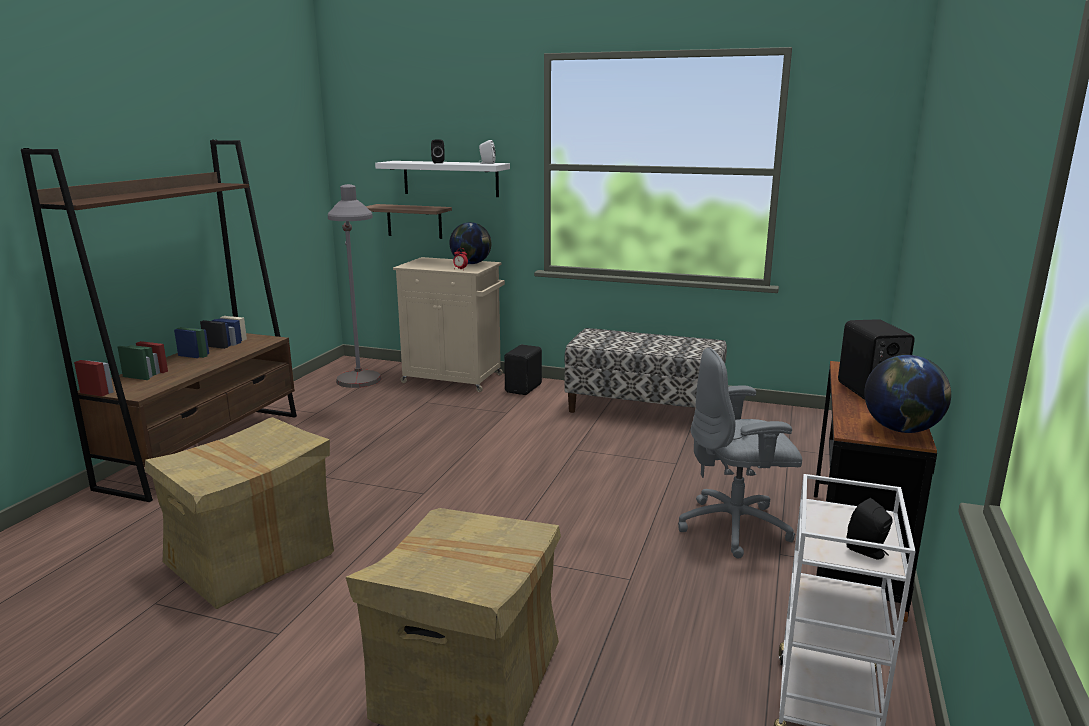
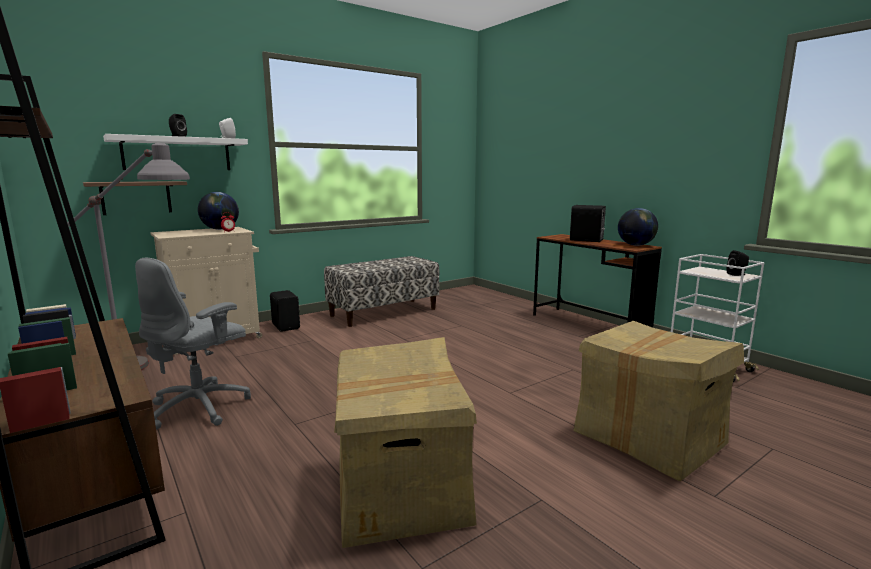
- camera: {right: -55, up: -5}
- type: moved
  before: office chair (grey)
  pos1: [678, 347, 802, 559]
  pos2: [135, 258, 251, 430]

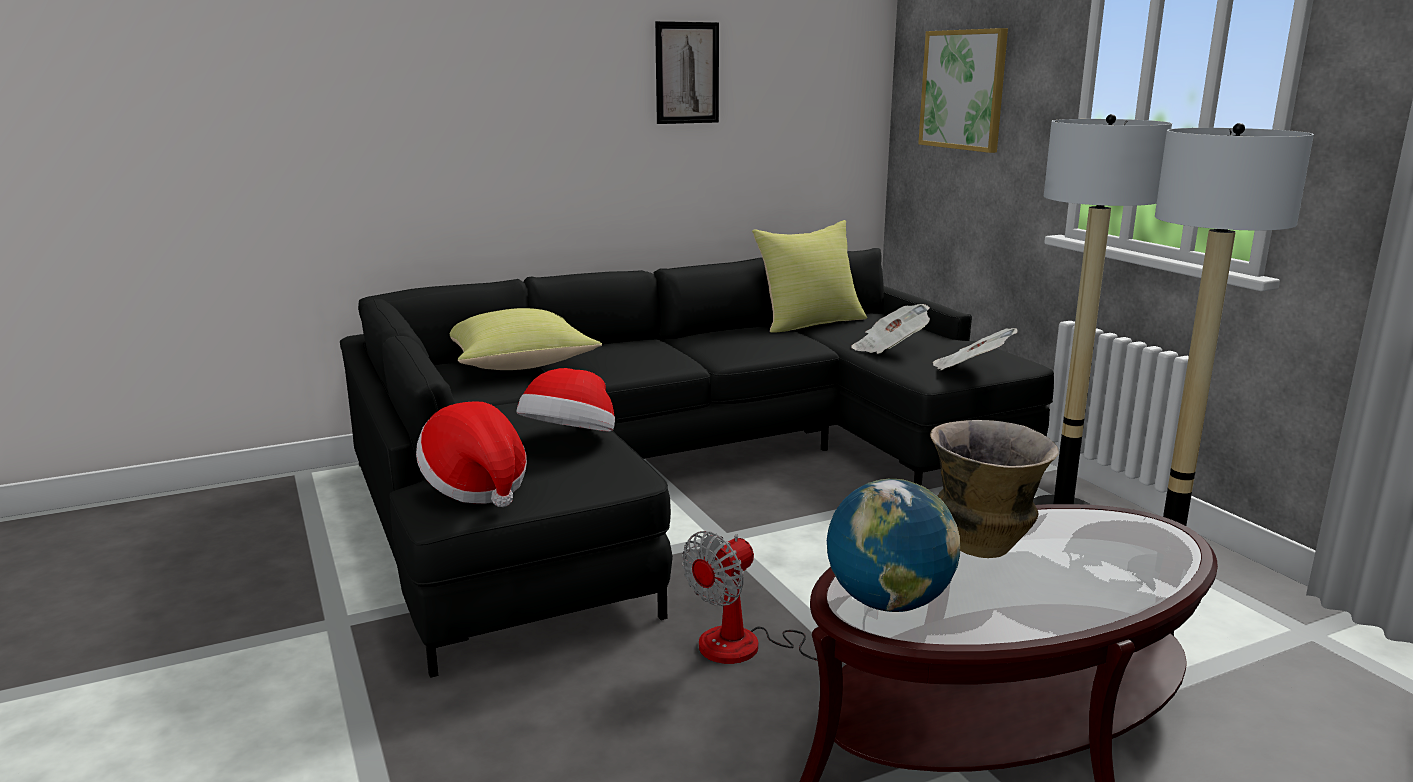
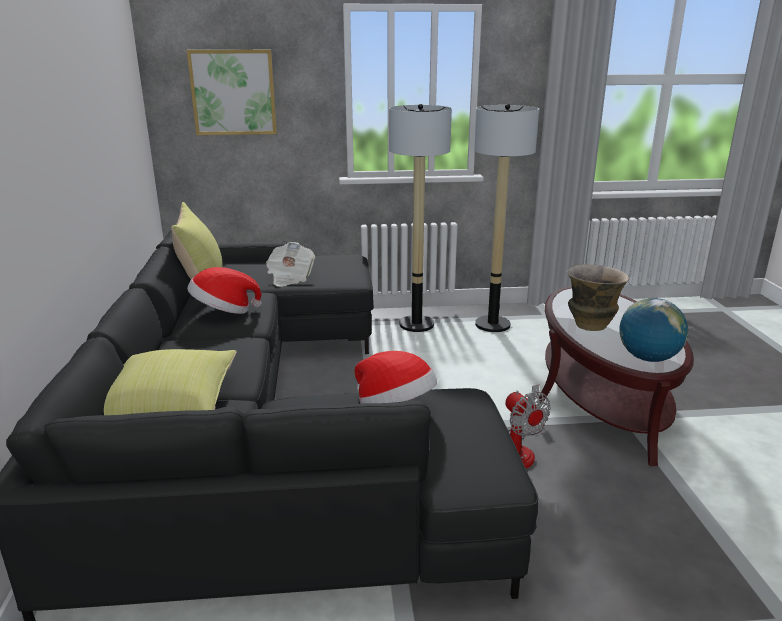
- camera: {right: -70, up: 5}
- type: moved
  before: hat
  pos1: [416, 401, 527, 507]
  pos2: [187, 267, 261, 314]
- type: removed
  before: picture
  pos1: [655, 21, 719, 124]
- type: removed
  before: newspaper
  pos1: [933, 328, 1018, 370]

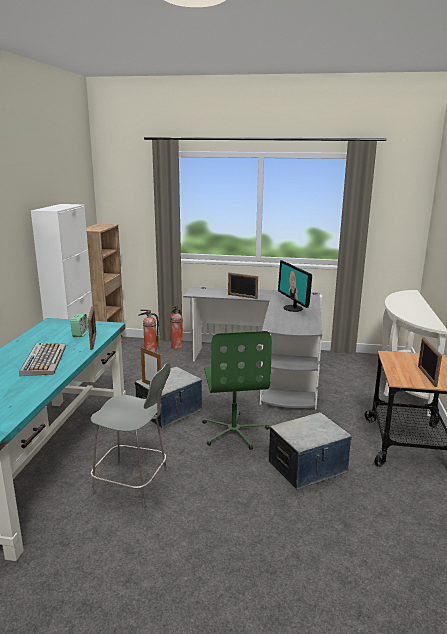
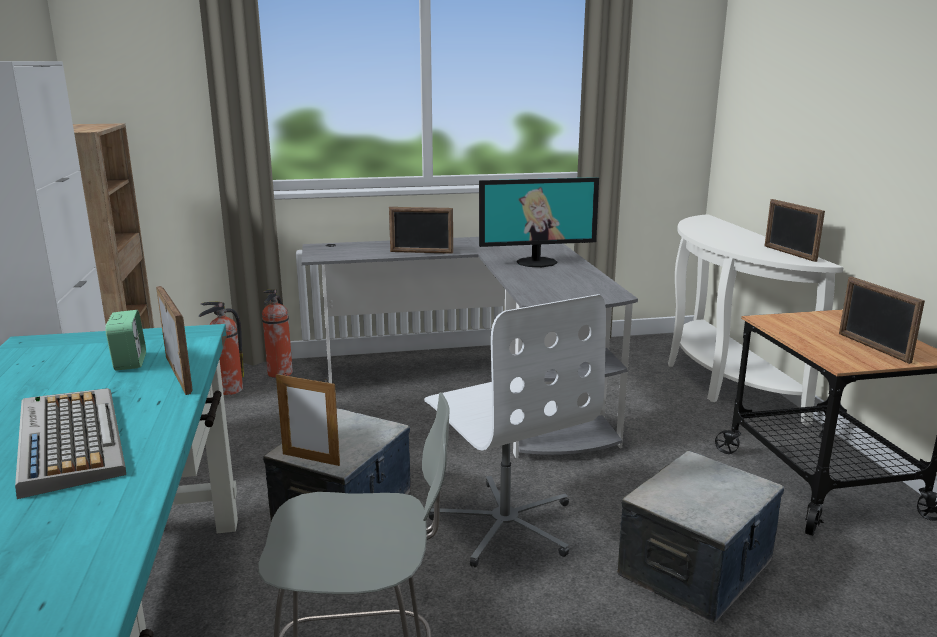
- camera: {right: -20, up: 0}
- type: recoloured
  before: office chair (green)
  after: office chair (white)
  pos1: [202, 331, 272, 450]
  pos2: [424, 294, 606, 567]
- type: turned
  before: monitor
  pos1: [278, 260, 312, 312]
  pos2: [479, 177, 599, 267]
  turn: -60
- type: added
  after: picture frame
  pos2: [765, 199, 825, 262]

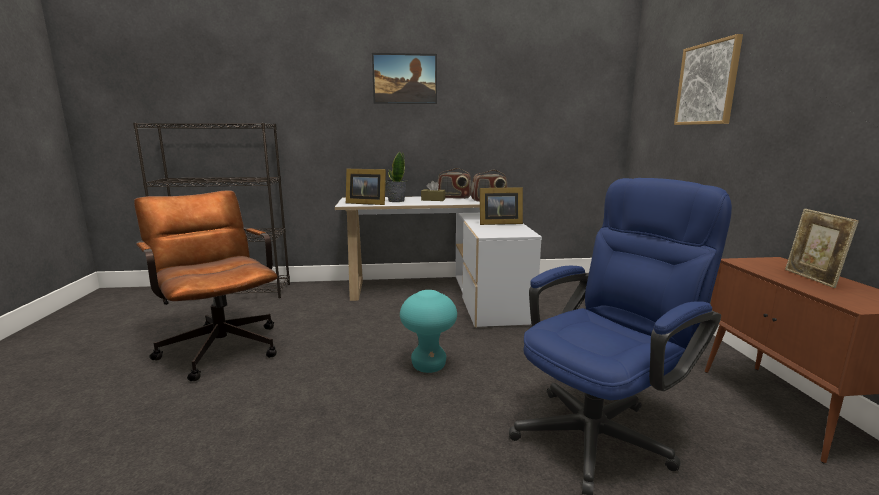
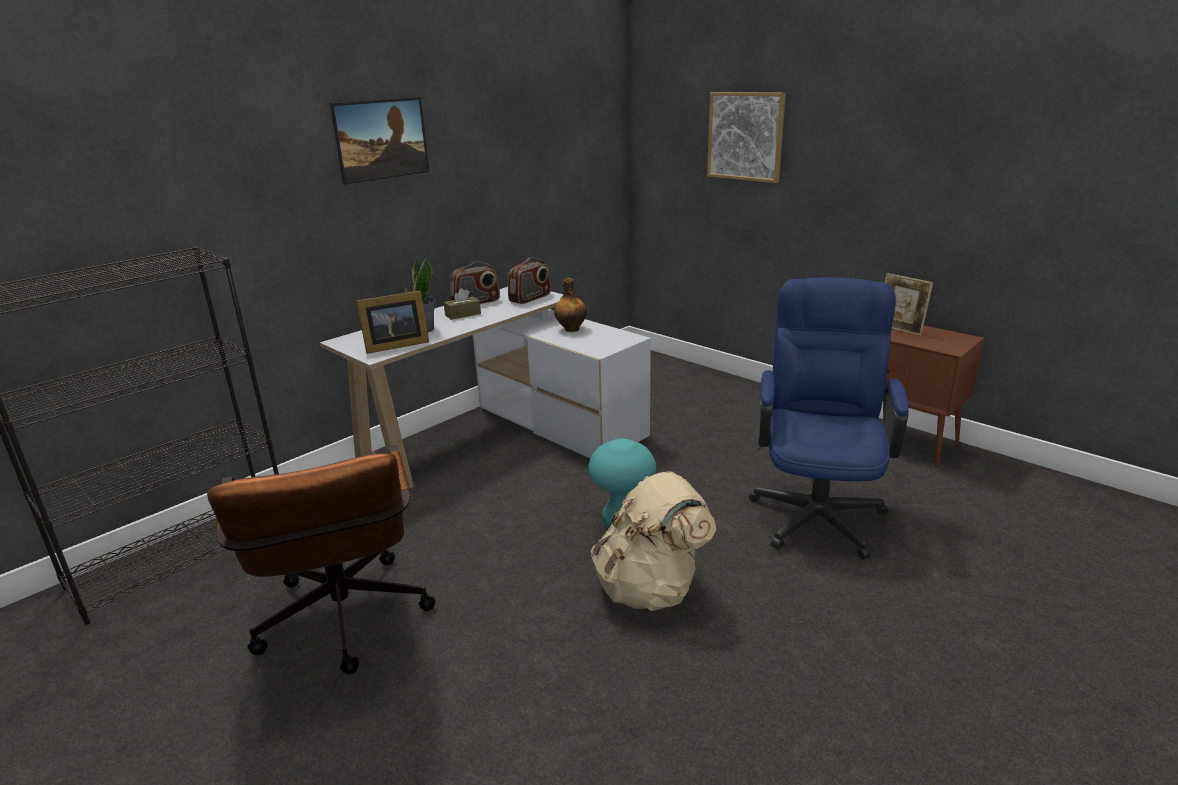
- camera: {right: -40, up: 10}
- type: turned
  before: office chair (brown)
  pos1: [134, 191, 278, 381]
  pos2: [207, 445, 436, 674]
  turn: -120
- type: replaced
  before: picture frame
  after: bottle
  pos1: [480, 187, 523, 225]
  pos2: [554, 278, 587, 332]
- type: added
  after: backpack (beige)
  pos2: [591, 471, 716, 611]

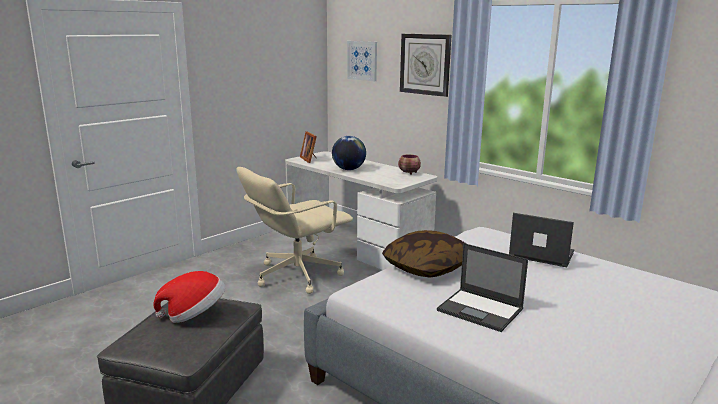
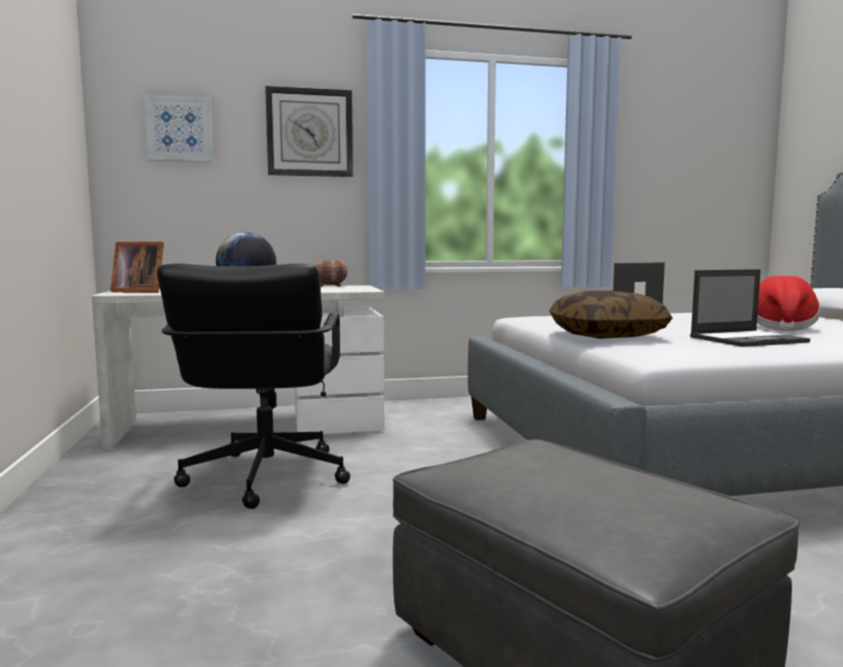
- camera: {right: -55, up: -10}
- type: moved
  before: hat
  pos1: [153, 271, 225, 323]
  pos2: [757, 276, 820, 331]
- type: recoloured
  before: office chair (beige)
  after: office chair (black)
  pos1: [237, 167, 353, 294]
  pos2: [157, 263, 350, 509]

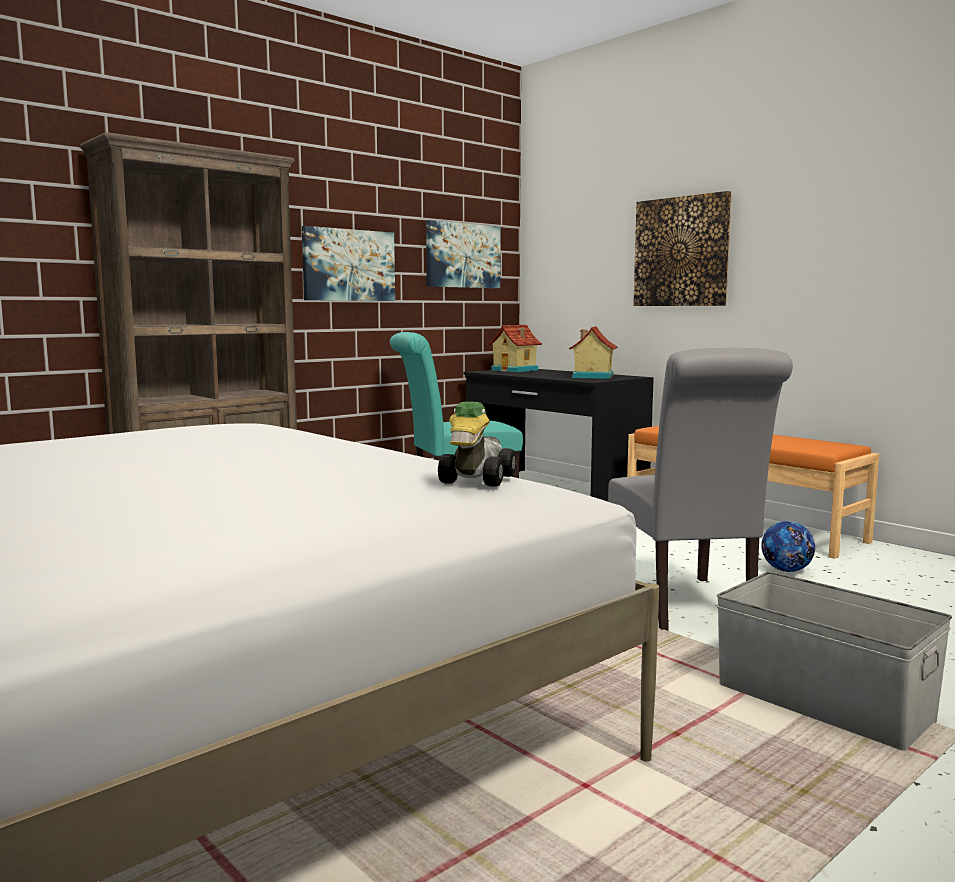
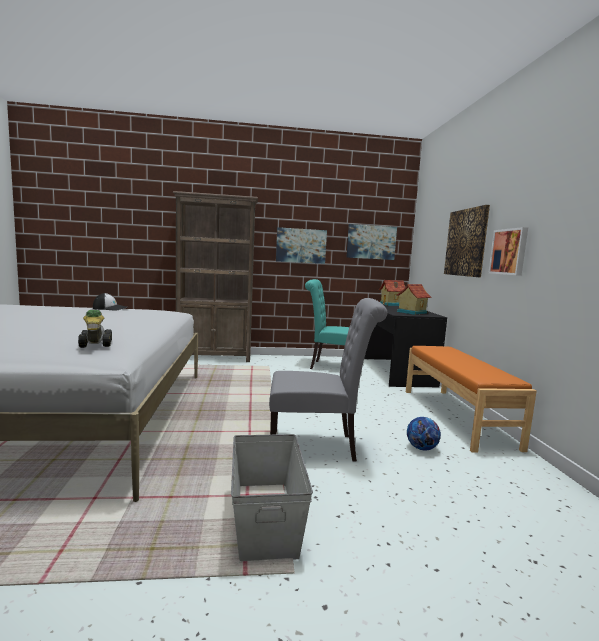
- camera: {right: 35, up: 0}
- type: turned
  before: toy car
  pos1: [438, 401, 516, 487]
  pos2: [78, 310, 112, 348]
  turn: -75
- type: turned
  before: chair (grey)
  pos1: [608, 348, 793, 631]
  pos2: [269, 298, 387, 462]
  turn: -120
- type: added
  after: cap
  pos2: [93, 293, 127, 311]
- type: added
  after: picture
  pos2: [488, 227, 528, 276]

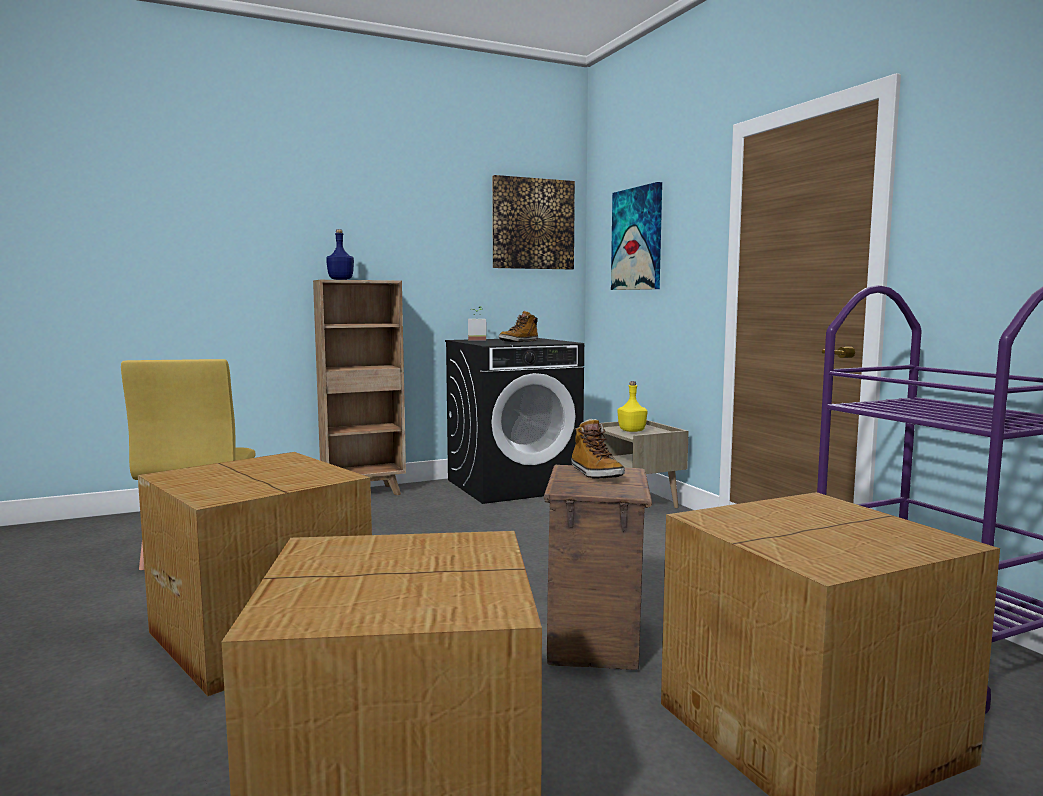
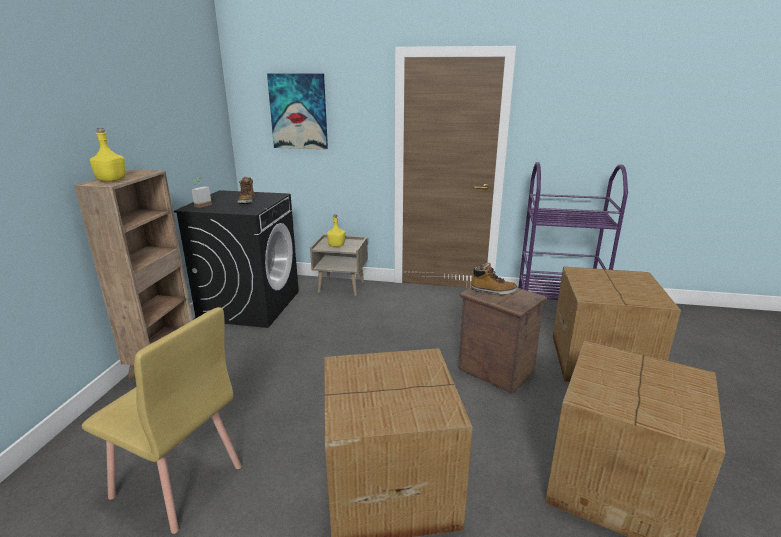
- camera: {right: -55, up: 15}
- type: recoloured
  before: bottle (blue)
  after: bottle (yellow)
  pos1: [326, 229, 354, 280]
  pos2: [89, 128, 126, 182]
- type: removed
  before: picture
  pos1: [492, 175, 575, 269]

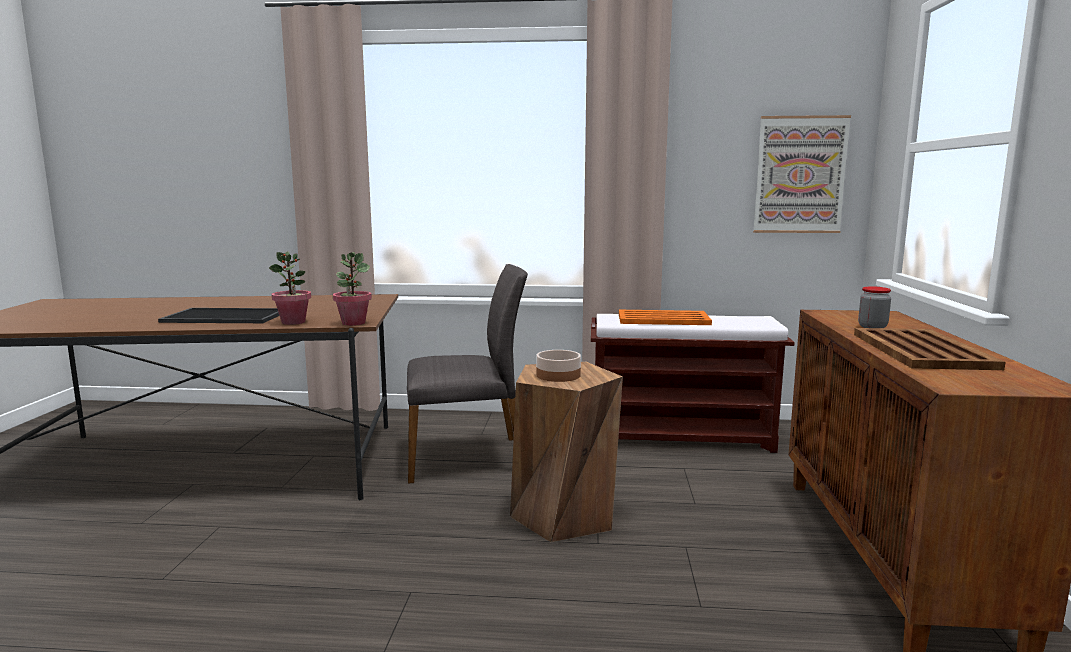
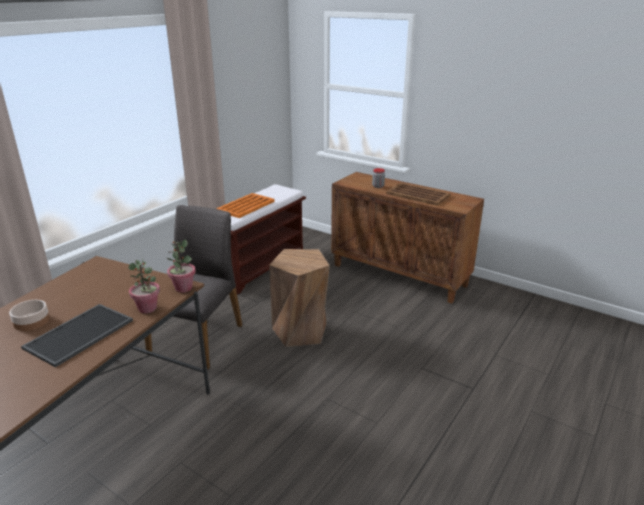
- camera: {right: -60, up: 15}
- type: moved
  before: bowl
  pos1: [536, 350, 581, 382]
  pos2: [9, 300, 50, 331]
- type: removed
  before: picture
  pos1: [753, 115, 851, 233]

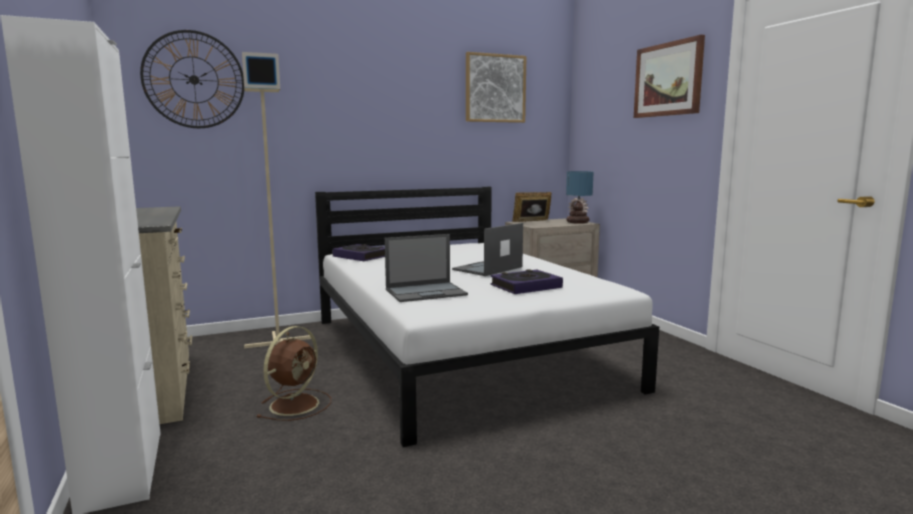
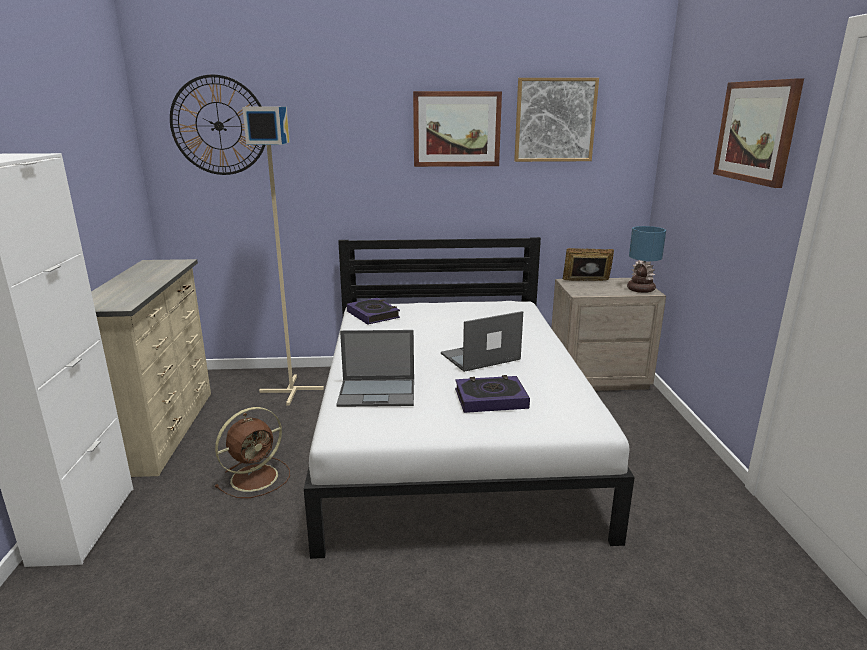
- camera: {right: 20, up: 10}
- type: added
  after: picture
  pos2: [413, 91, 502, 167]

